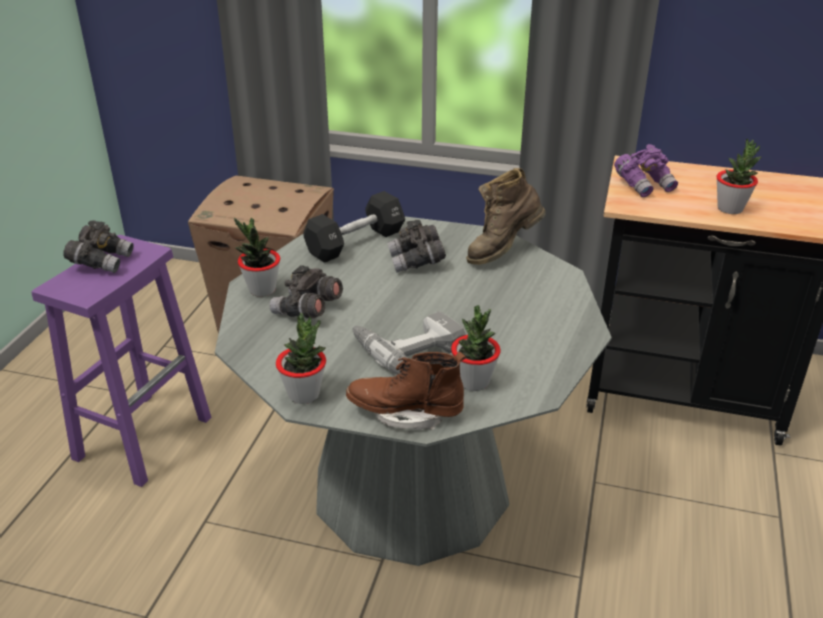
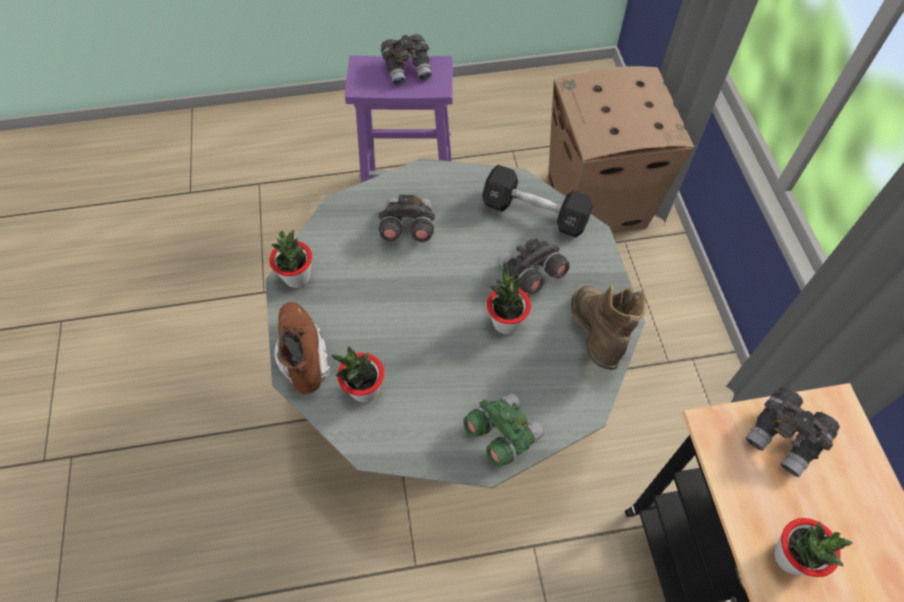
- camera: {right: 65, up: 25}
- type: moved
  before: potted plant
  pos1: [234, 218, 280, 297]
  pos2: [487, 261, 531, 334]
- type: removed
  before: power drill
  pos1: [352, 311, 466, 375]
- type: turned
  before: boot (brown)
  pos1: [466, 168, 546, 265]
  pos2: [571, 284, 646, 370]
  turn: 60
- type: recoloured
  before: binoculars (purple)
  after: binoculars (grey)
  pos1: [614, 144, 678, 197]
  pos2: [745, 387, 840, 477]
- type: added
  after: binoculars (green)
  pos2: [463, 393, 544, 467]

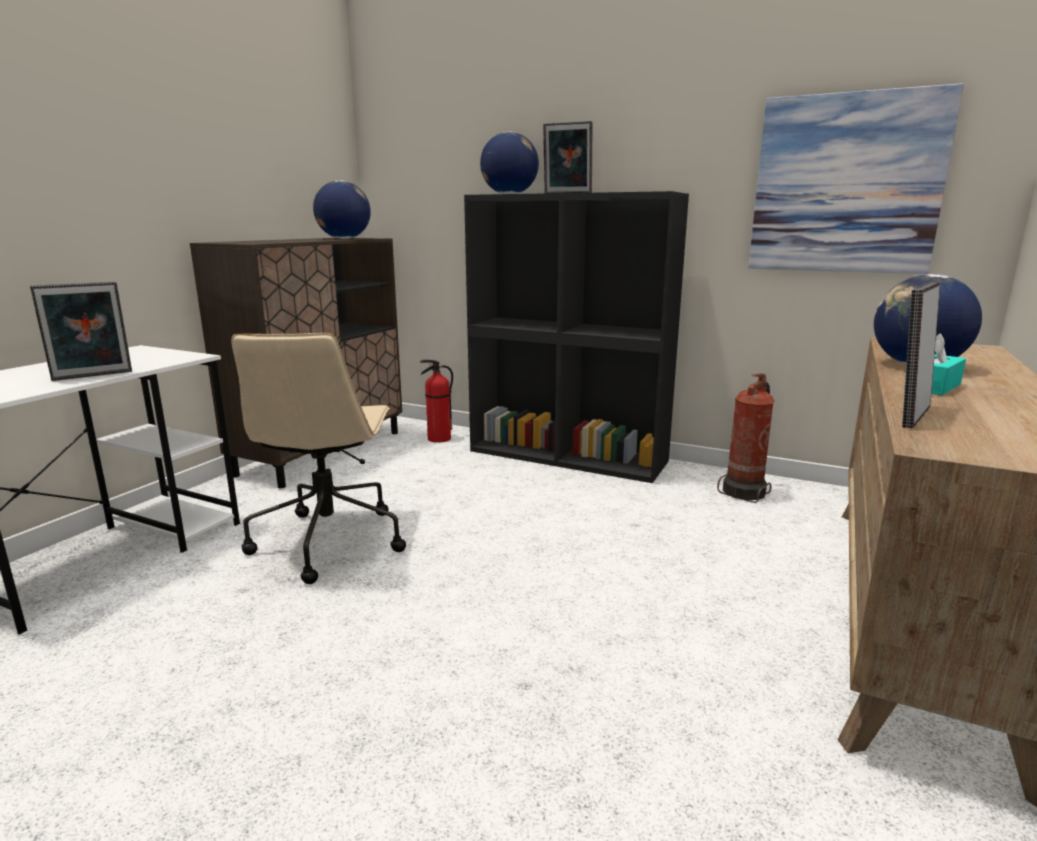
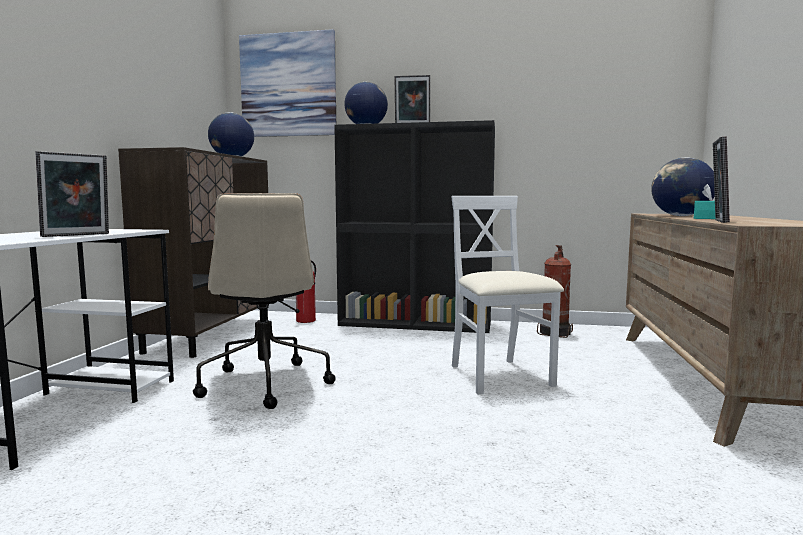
- camera: {right: -15, up: -10}
- type: moved
  before: picture
  pos1: [748, 83, 964, 274]
  pos2: [239, 29, 336, 137]
- type: added
  after: chair (white)
  pos2: [451, 196, 564, 395]

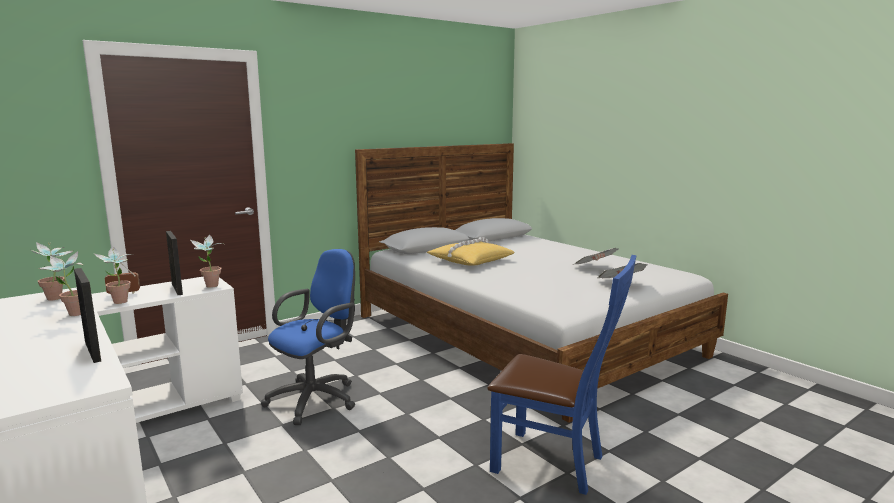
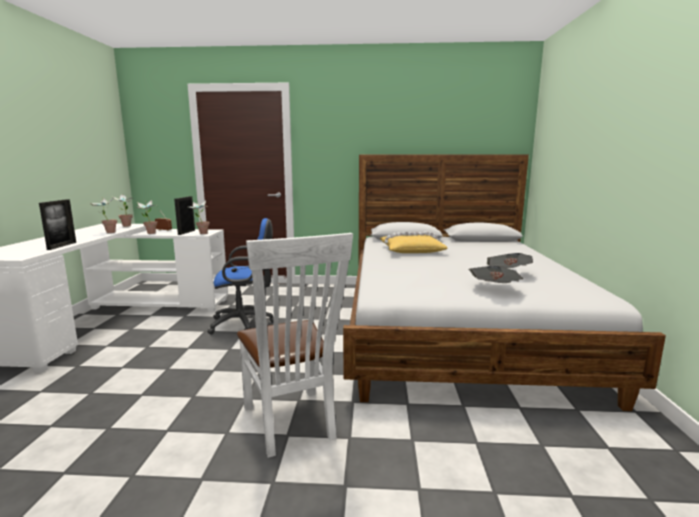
- camera: {right: 40, up: 0}
- type: recoloured
  before: chair (blue)
  after: chair (white)
  pos1: [488, 255, 637, 495]
  pos2: [237, 233, 353, 458]

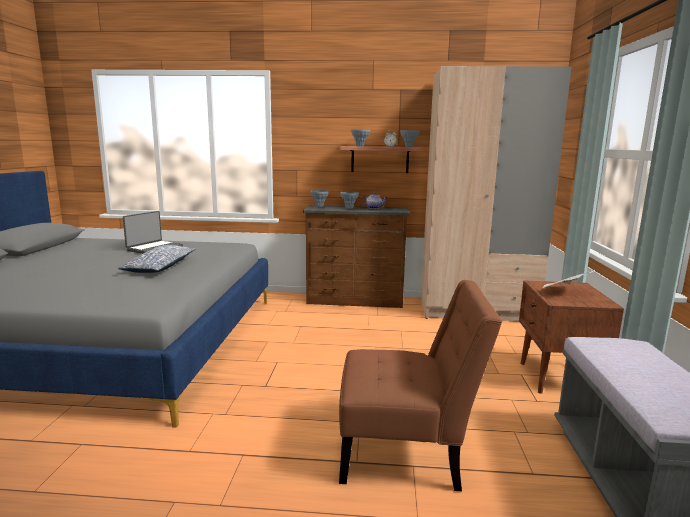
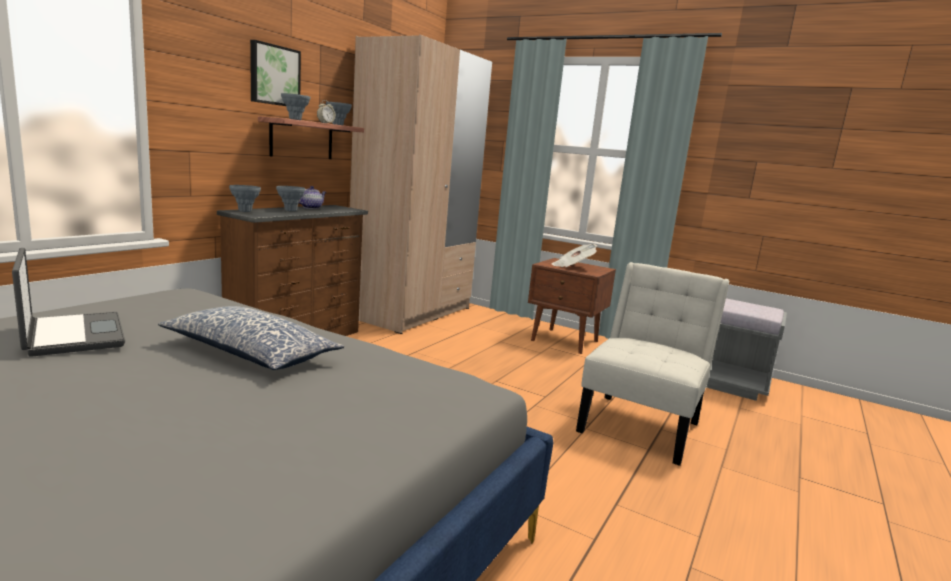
- camera: {right: -65, up: 0}
- type: recoloured
  before: chair (brown)
  after: chair (white)
  pos1: [339, 280, 502, 491]
  pos2: [576, 262, 730, 466]
- type: added
  after: picture
  pos2: [250, 40, 301, 106]

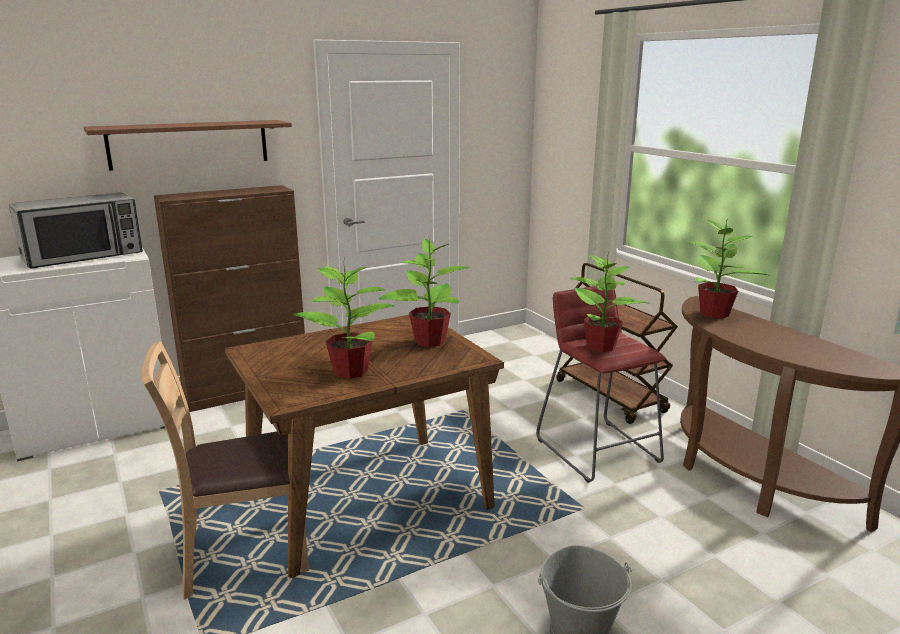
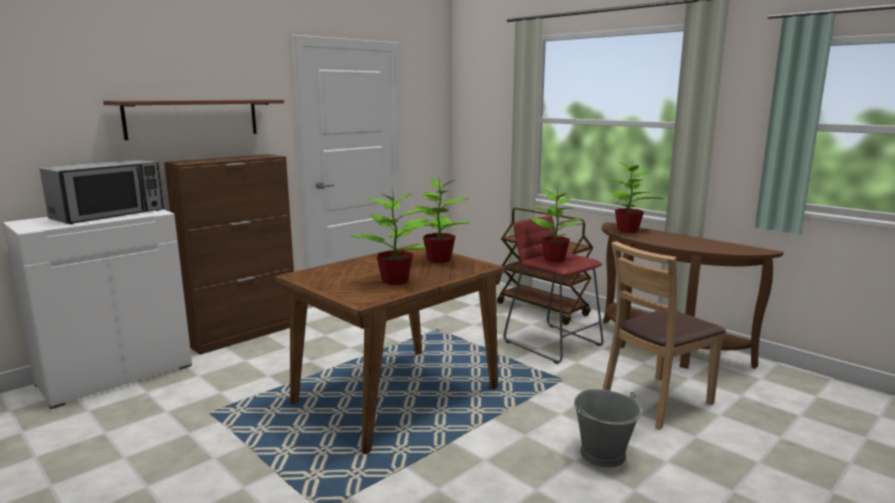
- camera: {right: -15, up: -5}
- type: moved
  before: chair (brown)
  pos1: [141, 341, 309, 600]
  pos2: [602, 241, 726, 430]

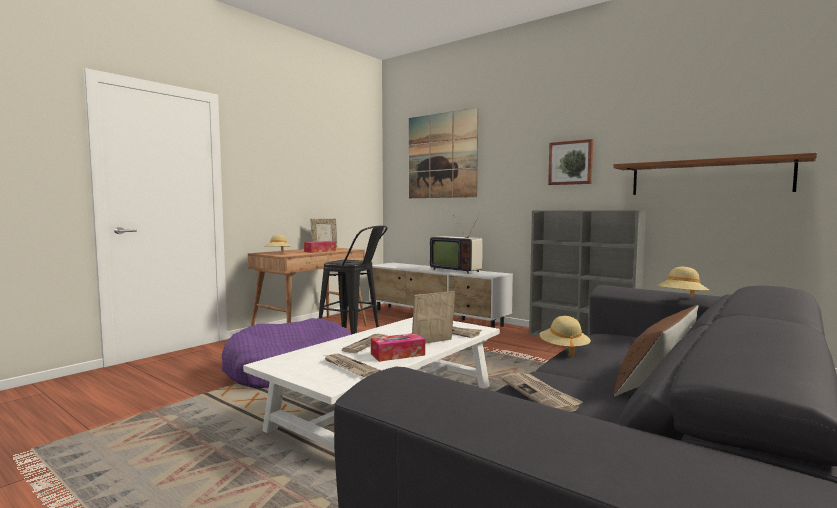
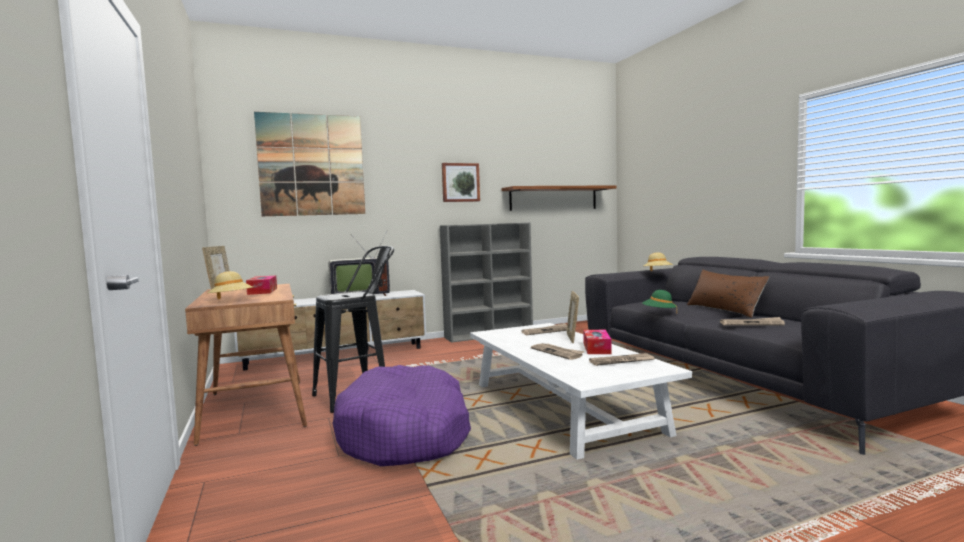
- camera: {right: -60, up: 0}
- type: recoloured
  before: hat (beige)
  after: hat (green)
  pos1: [539, 316, 591, 357]
  pos2: [642, 290, 677, 308]

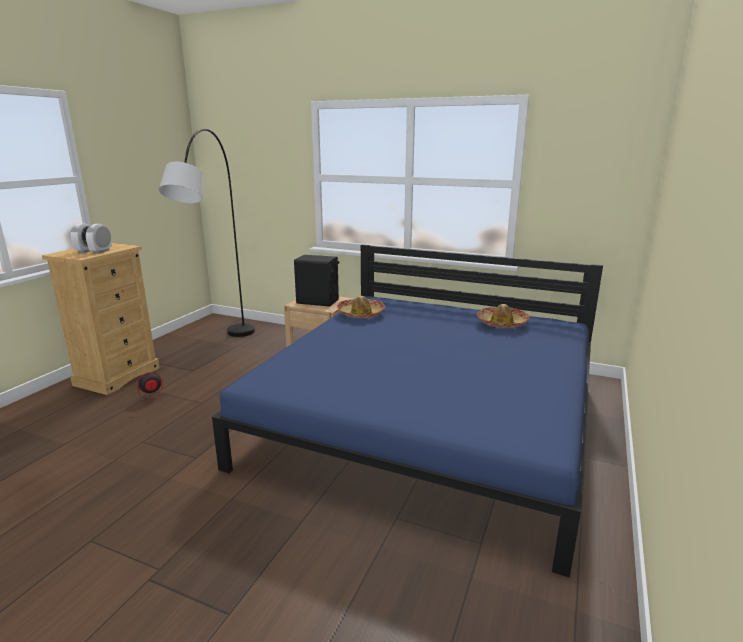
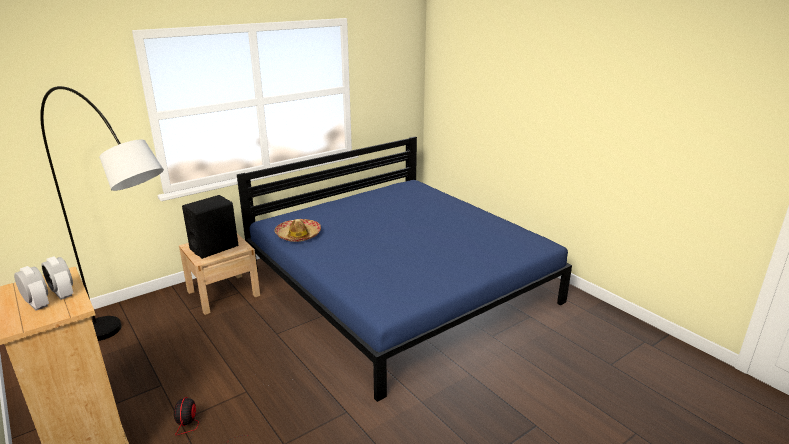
- camera: {right: -60, up: 5}
- type: removed
  before: hat
  pos1: [477, 304, 530, 328]

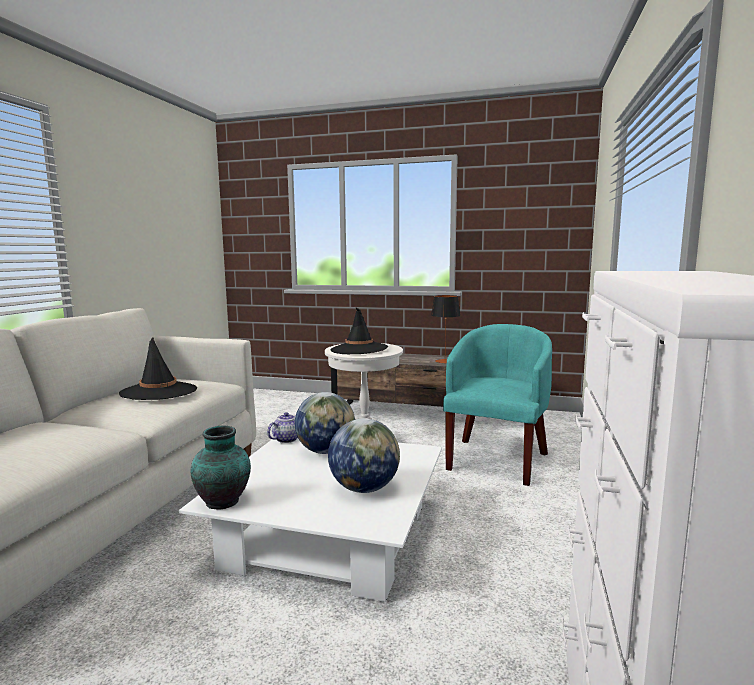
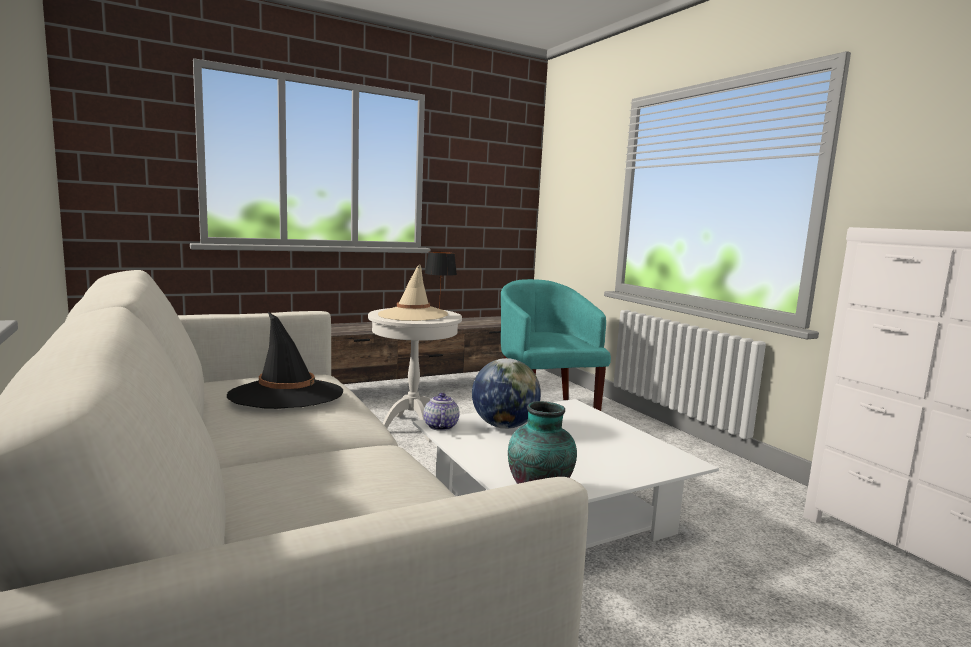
- camera: {right: -45, up: 0}
- type: removed
  before: globe
  pos1: [328, 418, 400, 493]
- type: recoloured
  before: hat (black)
  after: hat (beige)
  pos1: [330, 308, 388, 354]
  pos2: [378, 265, 448, 321]

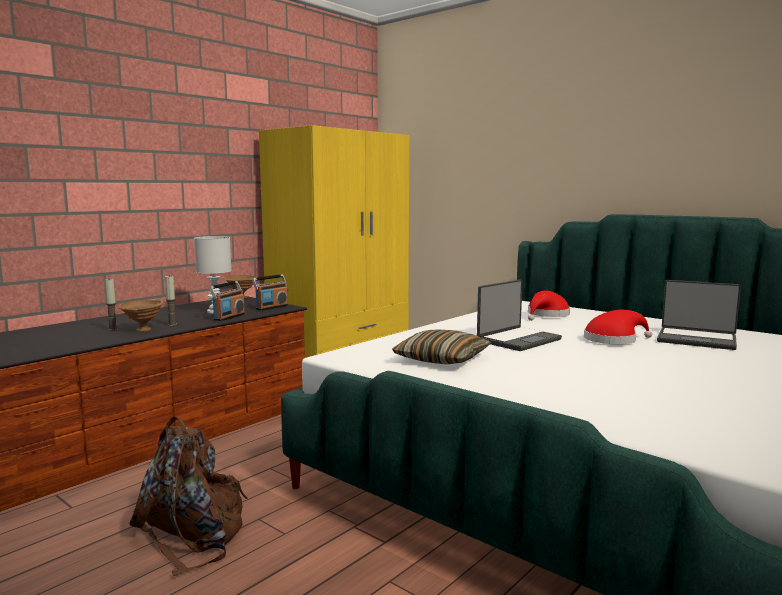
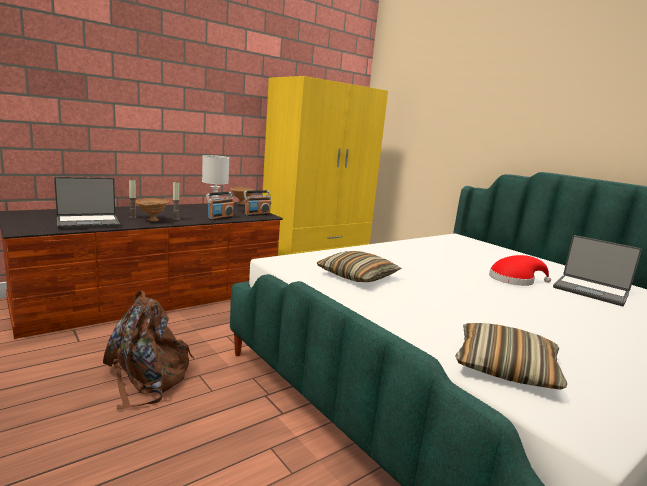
- camera: {right: 10, up: 5}
- type: moved
  before: laptop
  pos1: [477, 280, 562, 351]
  pos2: [54, 177, 120, 229]
- type: removed
  before: hat (red)
  pos1: [528, 291, 570, 321]
- type: added
  after: pillow
  pos2: [455, 323, 567, 390]

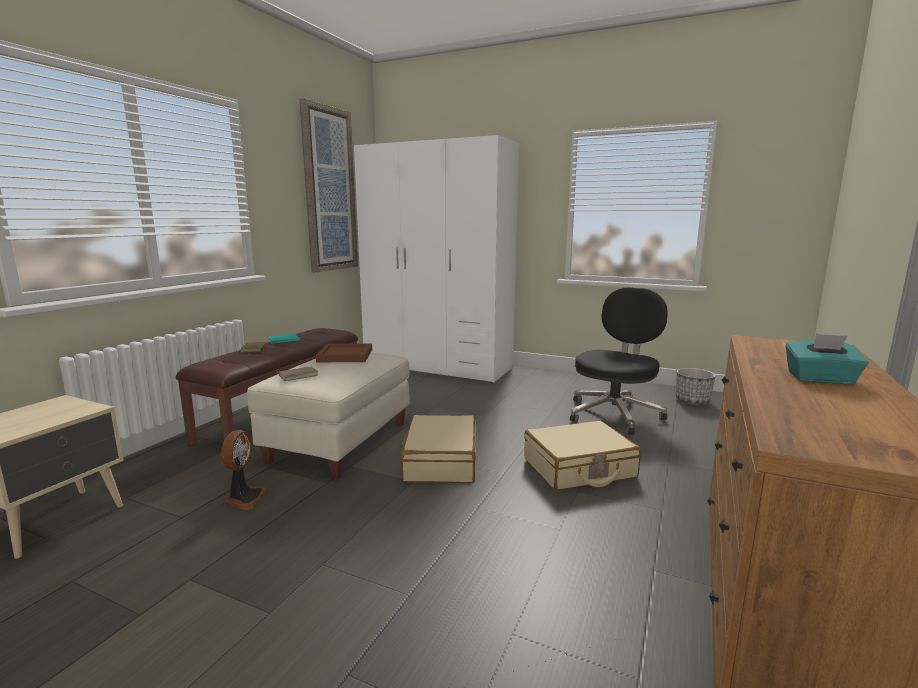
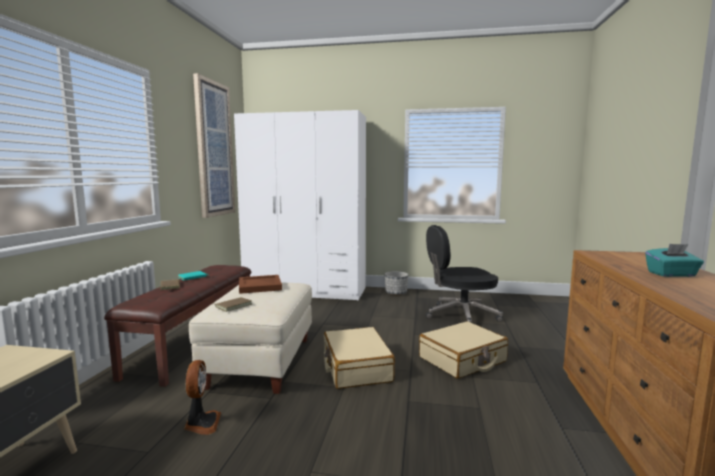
- camera: {right: -15, up: -5}
- type: turned
  before: office chair (black)
  pos1: [570, 287, 668, 435]
  pos2: [426, 225, 503, 322]
  turn: -120
- type: moved
  before: planter
  pos1: [676, 368, 716, 405]
  pos2: [385, 271, 408, 295]

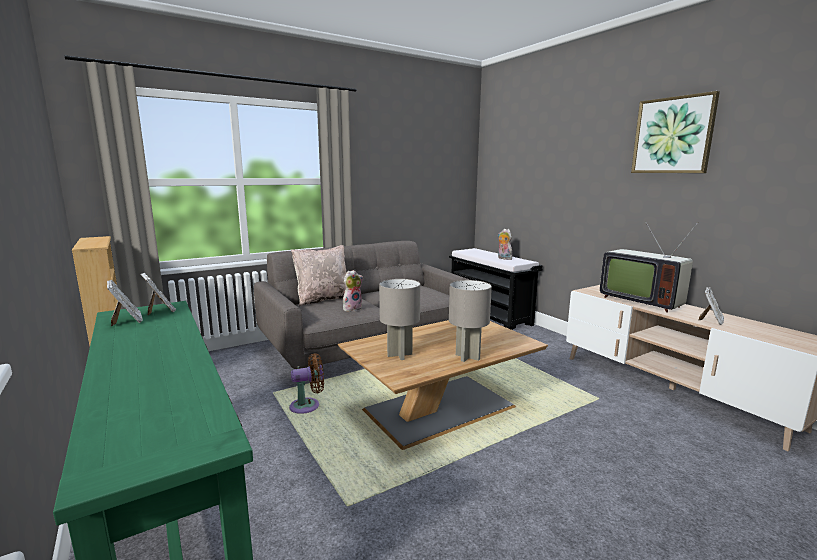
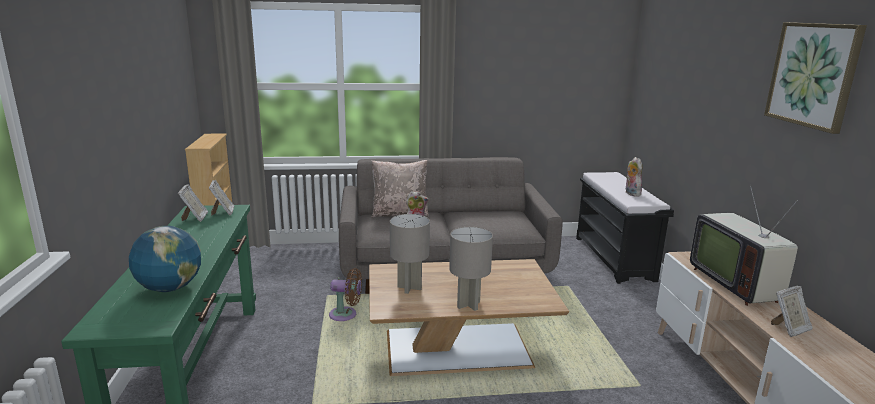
- camera: {right: 25, up: 5}
- type: added
  after: globe
  pos2: [129, 226, 201, 292]

